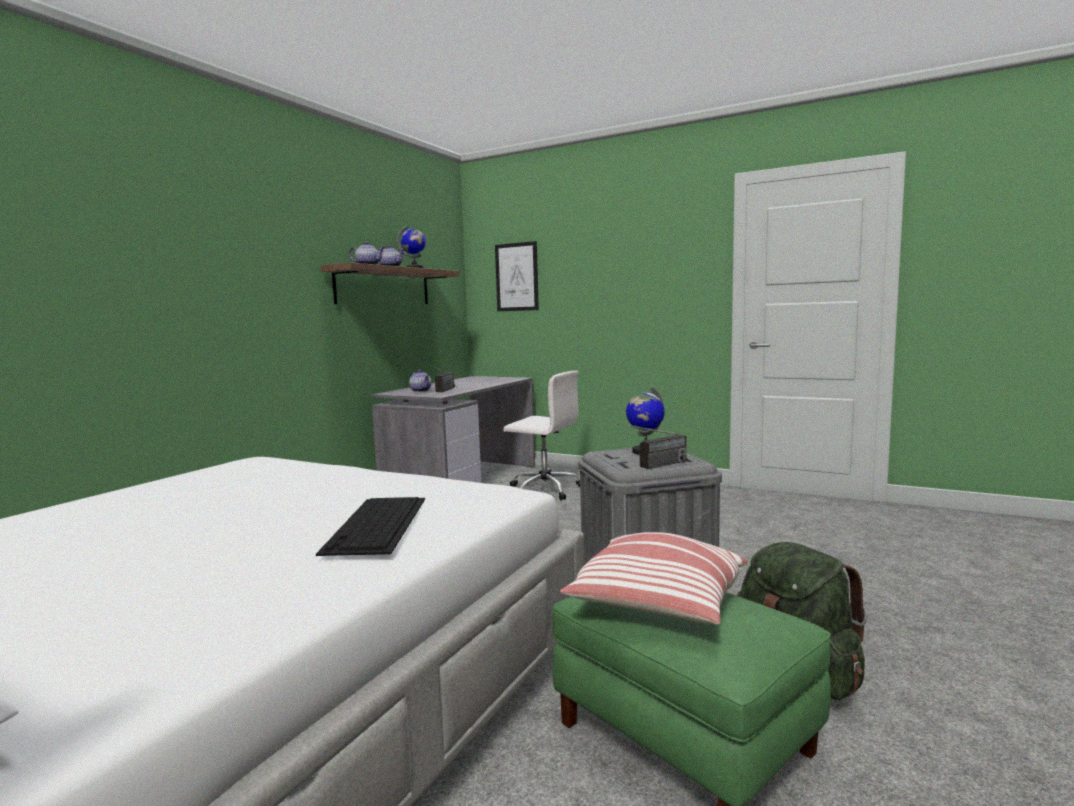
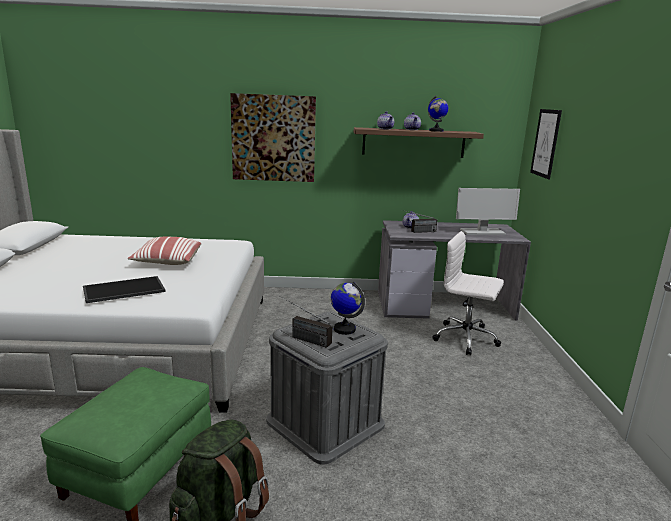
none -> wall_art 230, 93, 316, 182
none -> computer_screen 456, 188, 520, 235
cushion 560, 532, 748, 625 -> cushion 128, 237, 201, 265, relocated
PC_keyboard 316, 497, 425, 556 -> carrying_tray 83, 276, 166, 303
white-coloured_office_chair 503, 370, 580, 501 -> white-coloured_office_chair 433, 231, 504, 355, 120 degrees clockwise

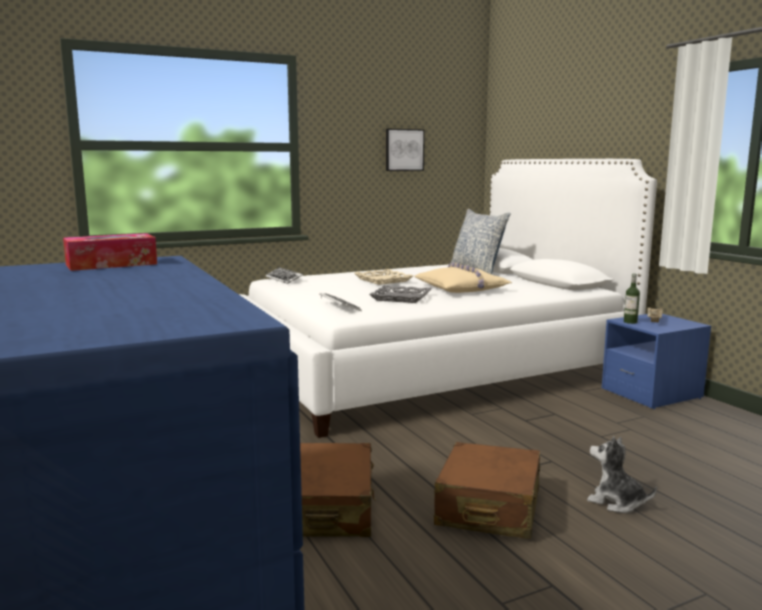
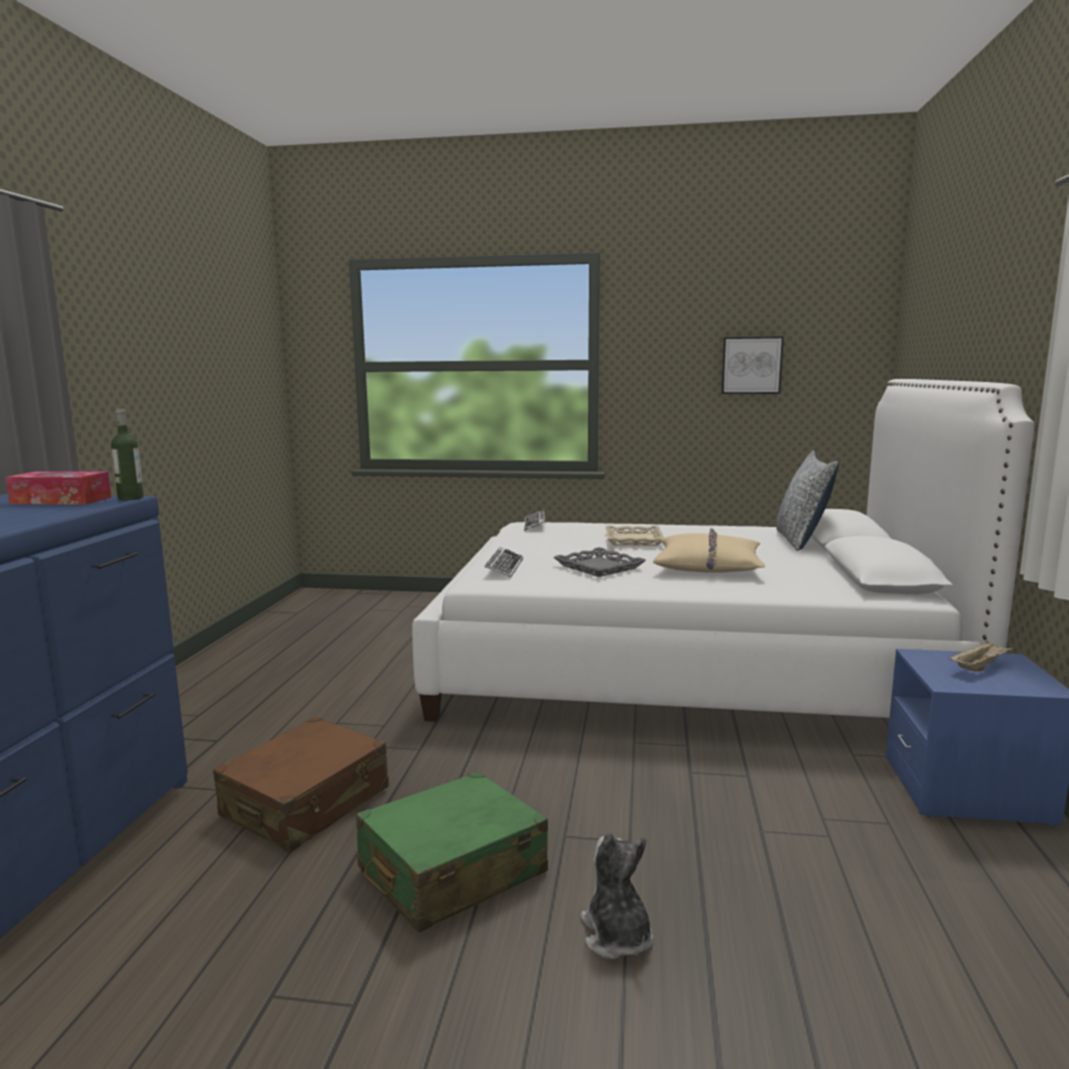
bottle 624, 273, 640, 324 -> bottle 111, 409, 144, 500, relocated
brown-coloured_travel_case 434, 442, 540, 539 -> greenish_travel_case 356, 771, 548, 933

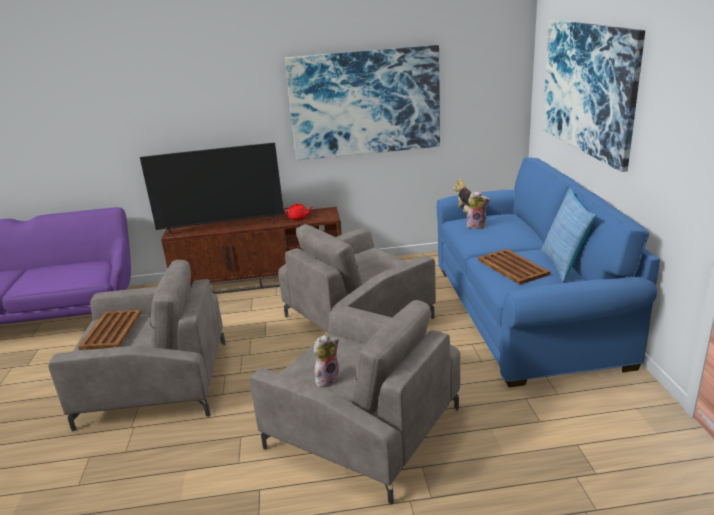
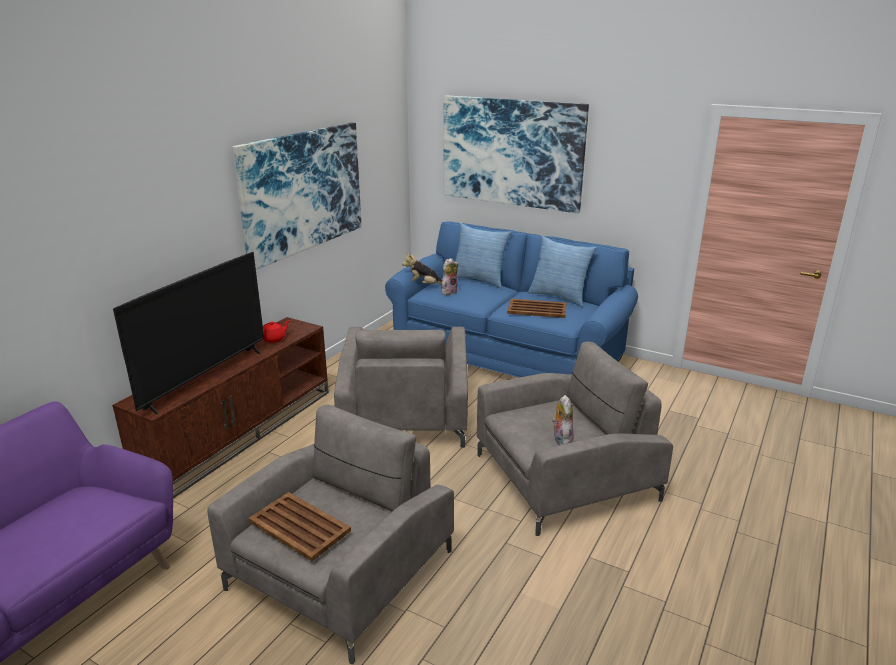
none -> cushion 455, 223, 512, 288

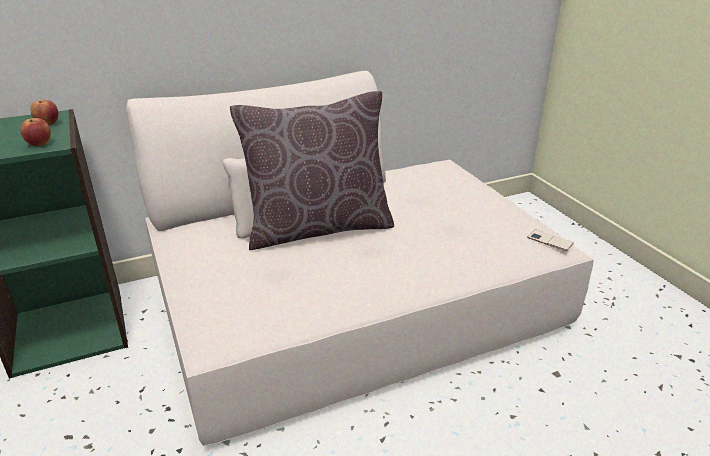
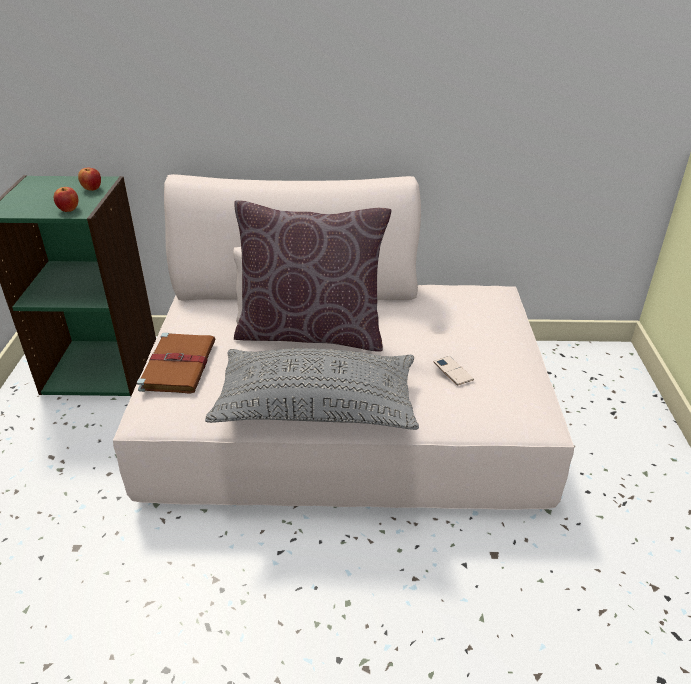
none -> brown-coloured_bound_book 137, 333, 215, 394
none -> greyish_cushion 205, 348, 419, 430
phone 527, 229, 574, 251 -> phone 433, 356, 474, 386, relocated

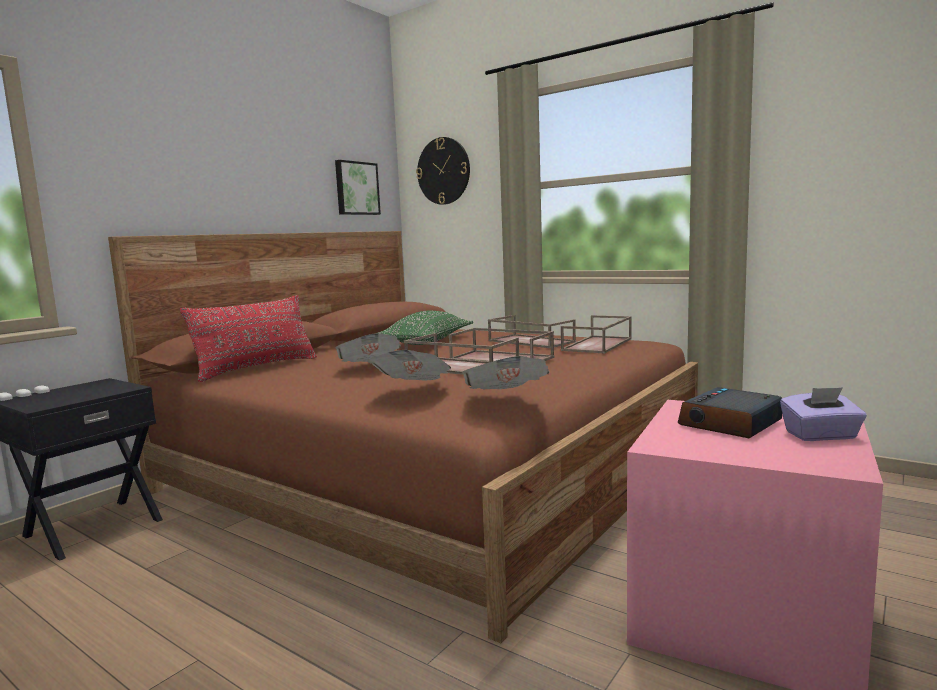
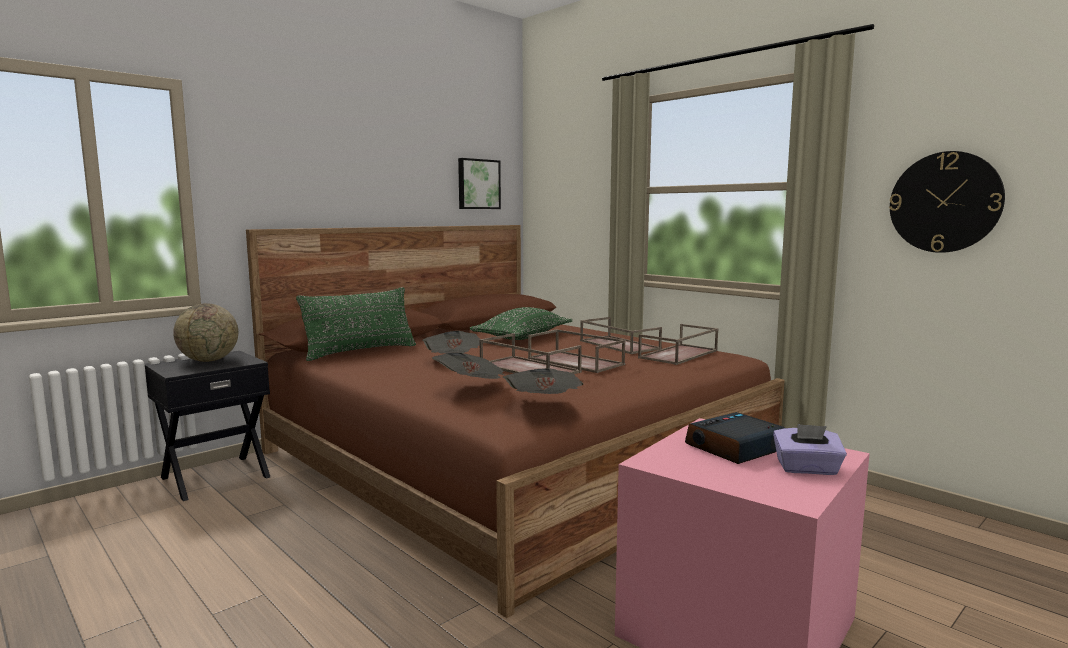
none -> desk_globe 173, 303, 238, 362
hanging_clock 416, 137, 470, 205 -> hanging_clock 889, 151, 1005, 253, relocated
red-coloured_cushion 180, 295, 317, 382 -> greenish_cushion 296, 287, 416, 361

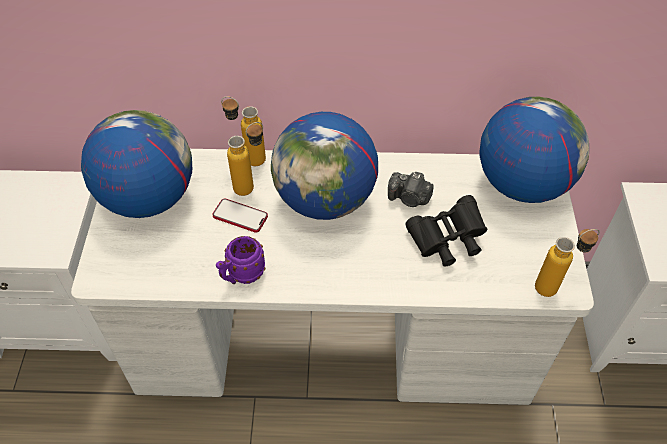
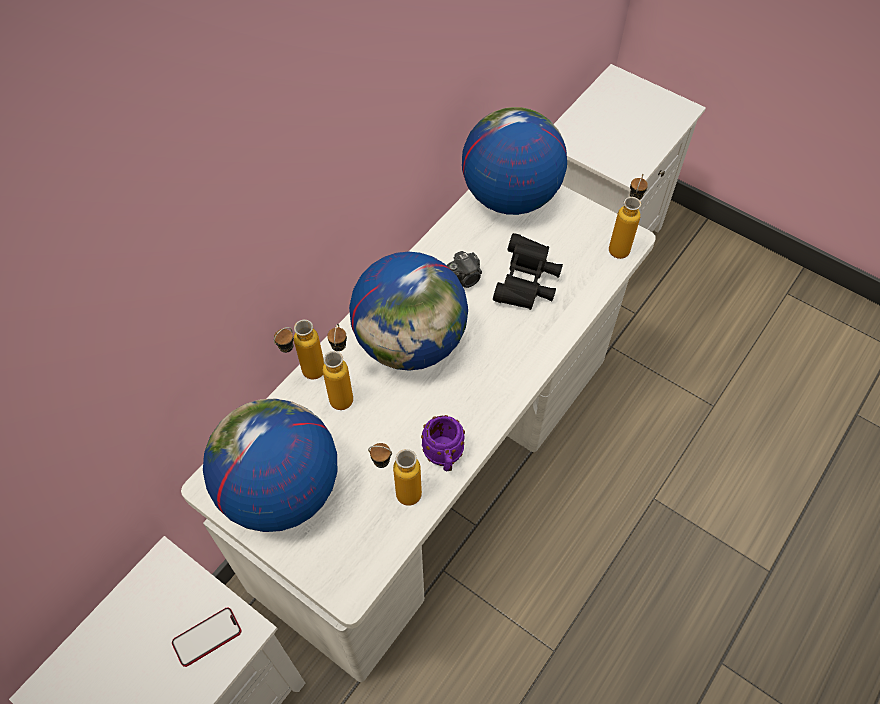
none -> bottle 368, 443, 422, 506
phone 212, 199, 268, 233 -> phone 172, 608, 241, 667, relocated

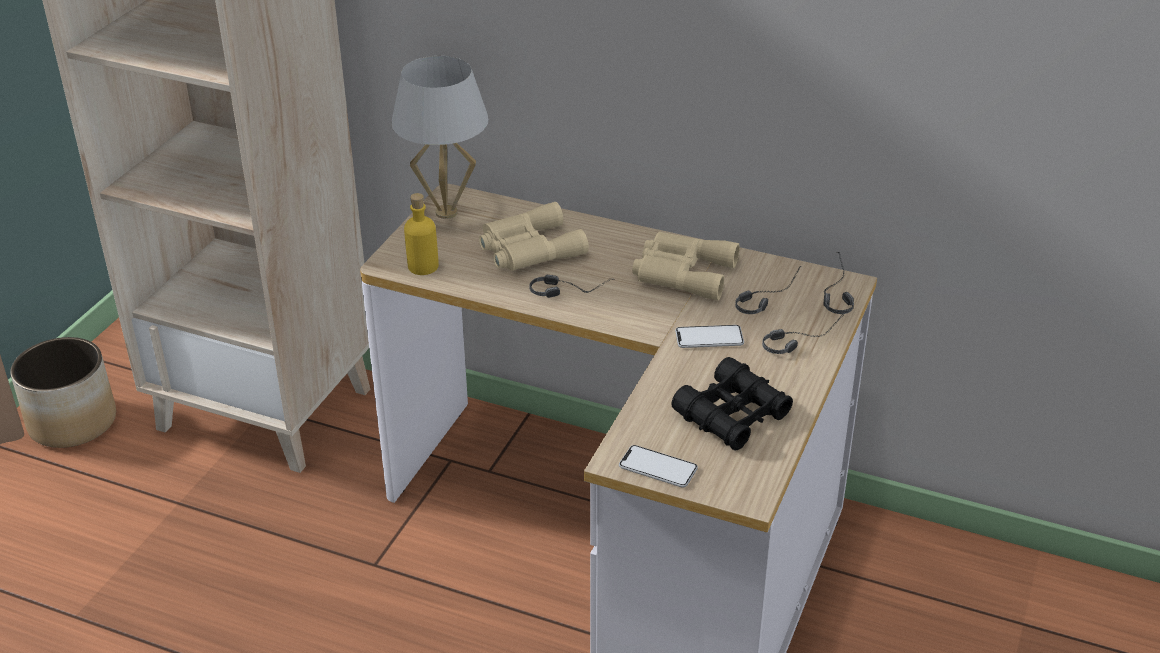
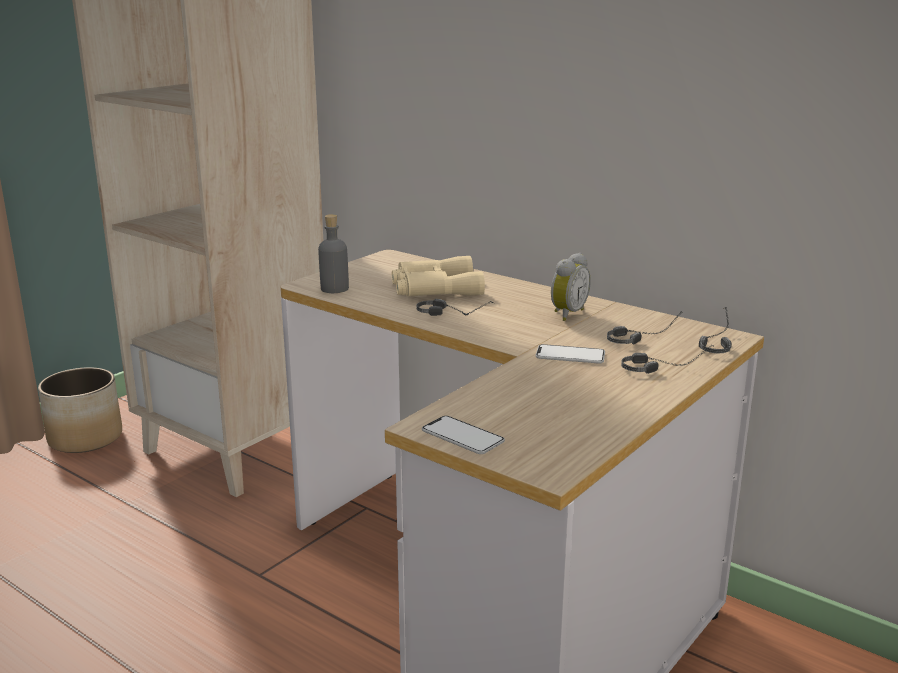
white-coloured_tabletop_lamp 391, 56, 489, 219 -> none
black-coloured_binoculars 671, 357, 793, 450 -> none
beige-coloured_binoculars 632, 232, 740, 300 -> bedside_clock 551, 253, 591, 321
yellow_bottle 404, 193, 439, 275 -> greyish_bottle 318, 214, 349, 293

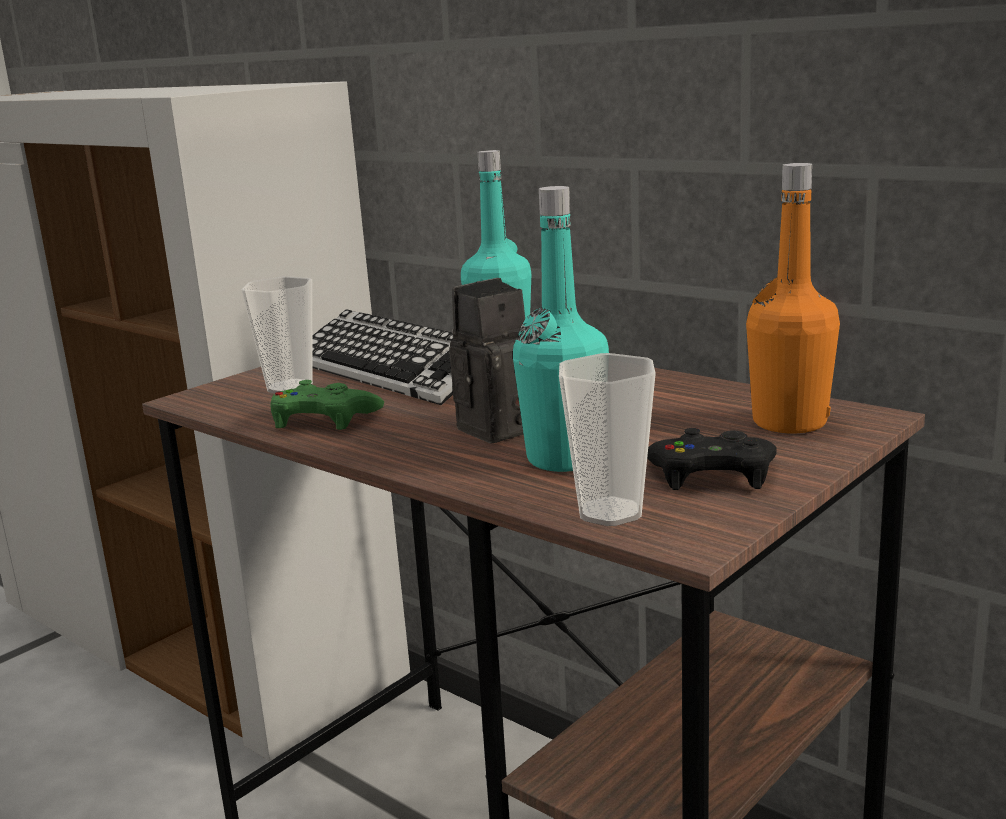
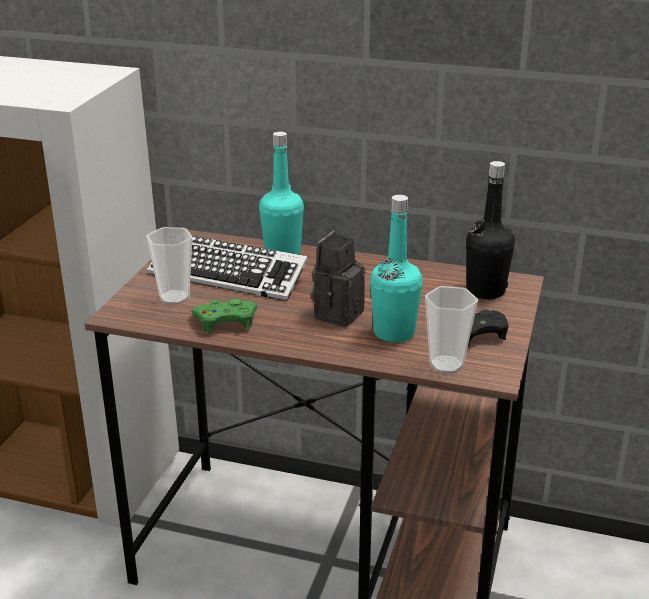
orange-coloured_bottle 746, 163, 840, 433 -> black-coloured_bottle 466, 161, 515, 299

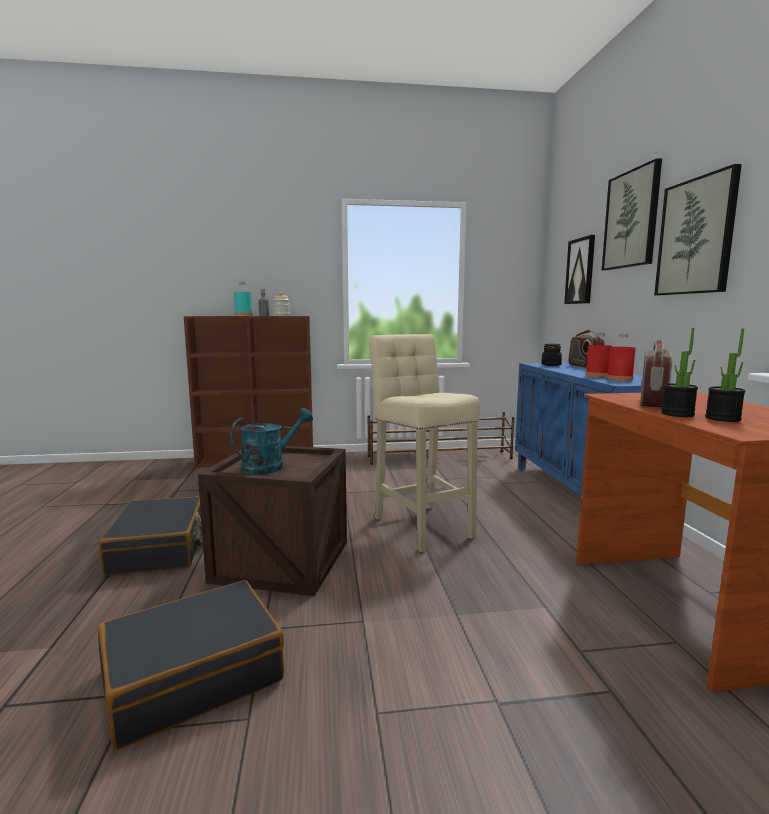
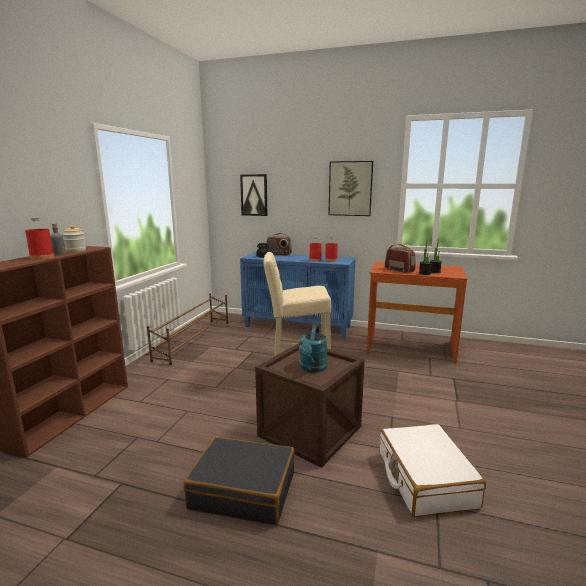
wall_art 602, 158, 662, 271 -> none
black-coloured_travel_case 98, 580, 284, 750 -> white-coloured_travel_case 380, 424, 486, 517
turquoise_bottle 234, 282, 253, 316 -> red-coloured_bottle 25, 217, 54, 260
turquoise_watering_pot 230, 408, 313, 475 -> turquoise_watering_pot 299, 325, 327, 373, 150 degrees counterclockwise

